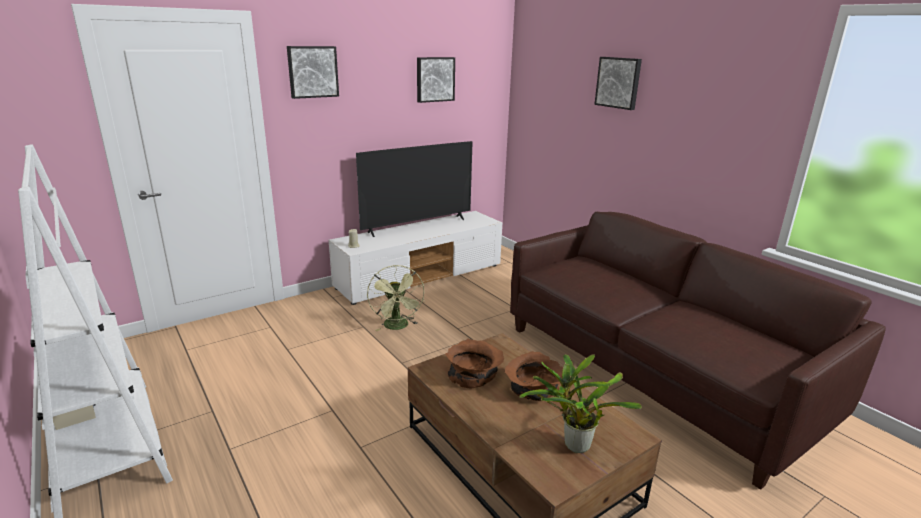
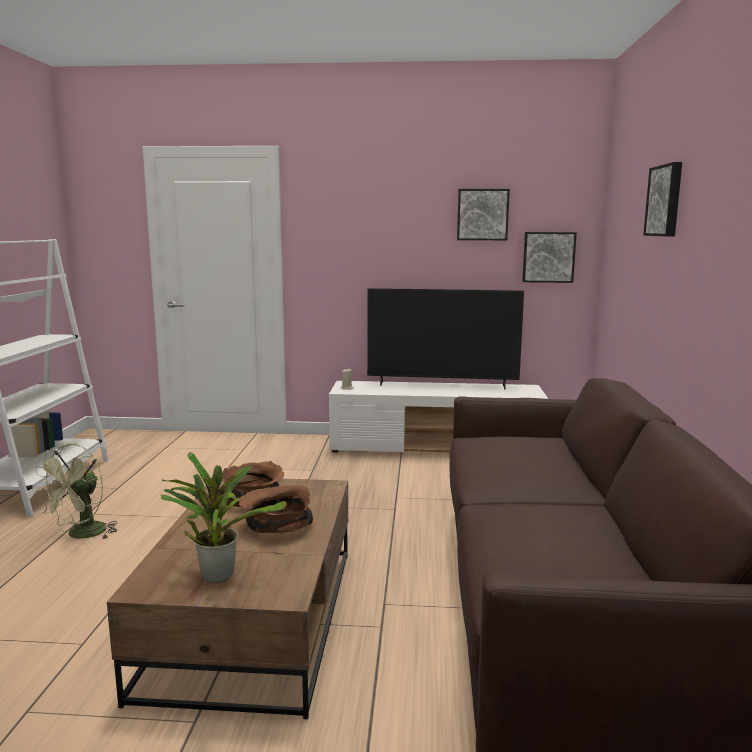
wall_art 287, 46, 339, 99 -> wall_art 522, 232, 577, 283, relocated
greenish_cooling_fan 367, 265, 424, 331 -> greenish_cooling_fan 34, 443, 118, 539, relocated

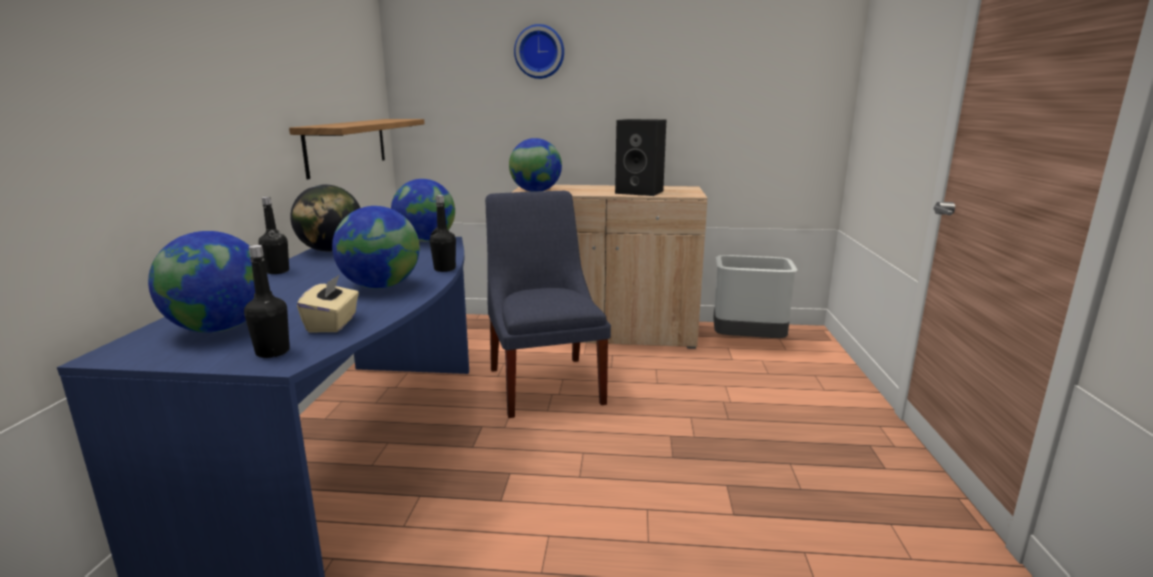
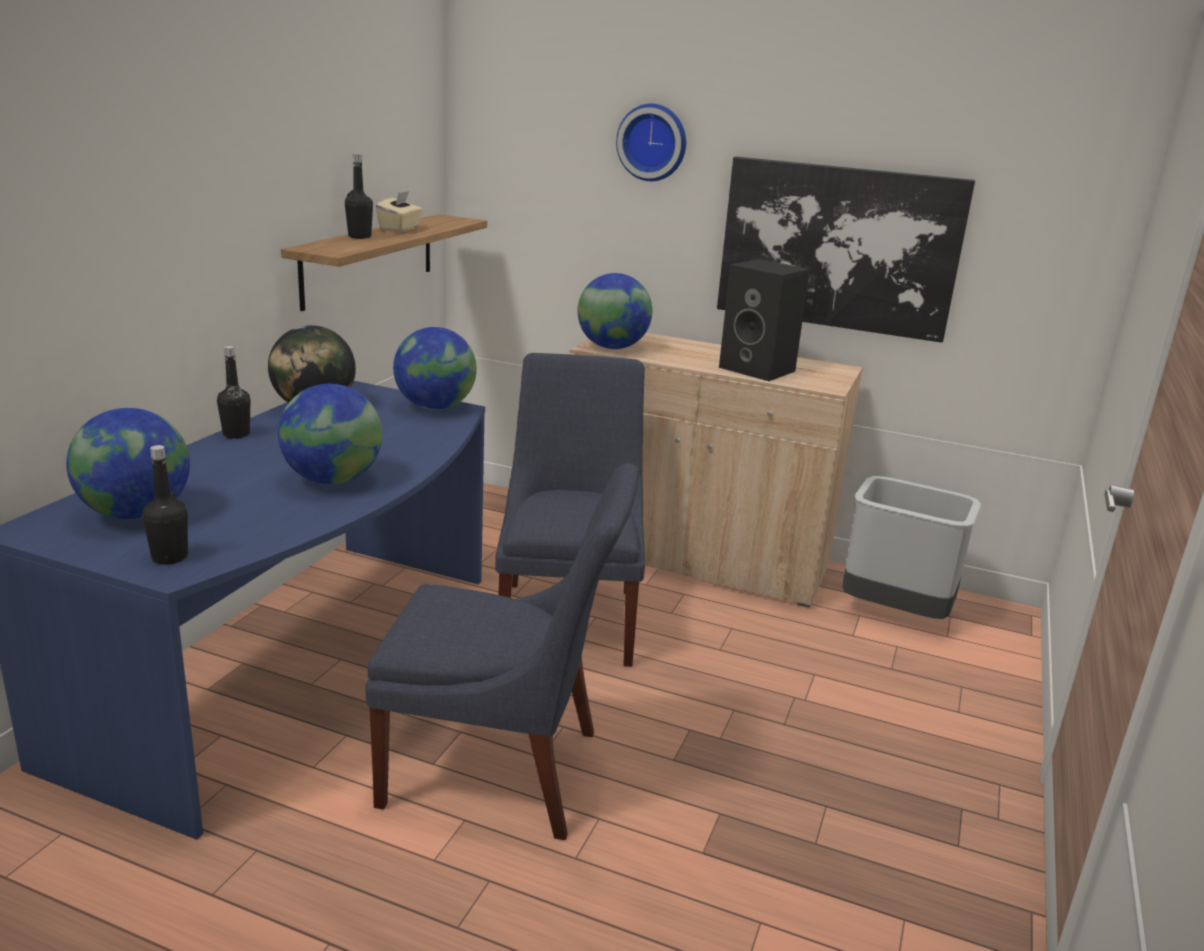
none -> blue-coloured_upright_chair 365, 463, 639, 840
none -> wall_art 717, 156, 975, 343
beige-coloured_tissue_holder 297, 274, 359, 332 -> beige-coloured_tissue_holder 375, 191, 423, 232, relocated
black-coloured_bottle 430, 195, 456, 272 -> black-coloured_bottle 345, 154, 373, 239, relocated

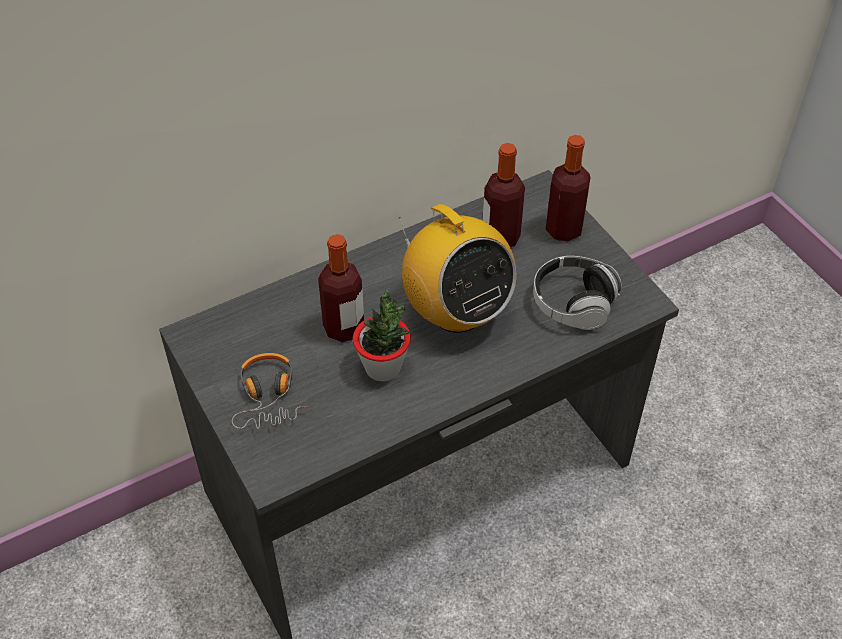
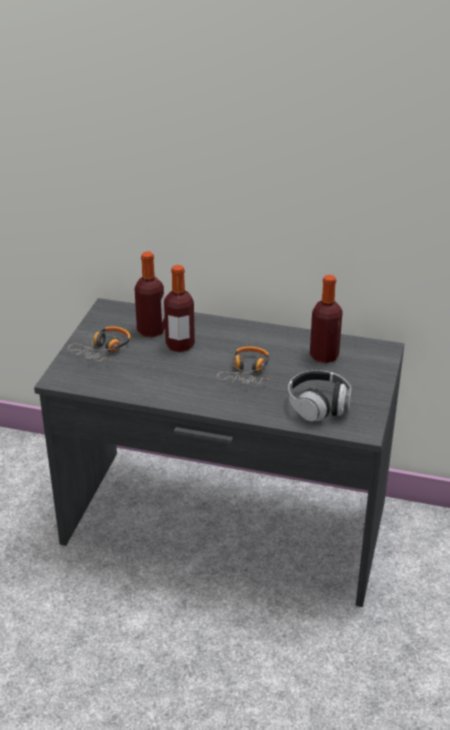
potted_plant 353, 290, 411, 382 -> none
bottle 545, 135, 591, 242 -> bottle 134, 251, 165, 338, relocated
radio_set 399, 204, 516, 333 -> headphones 217, 347, 270, 384

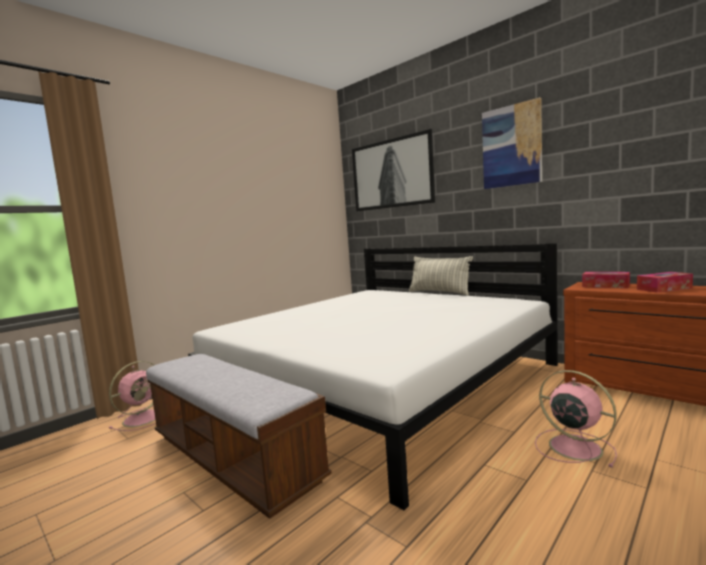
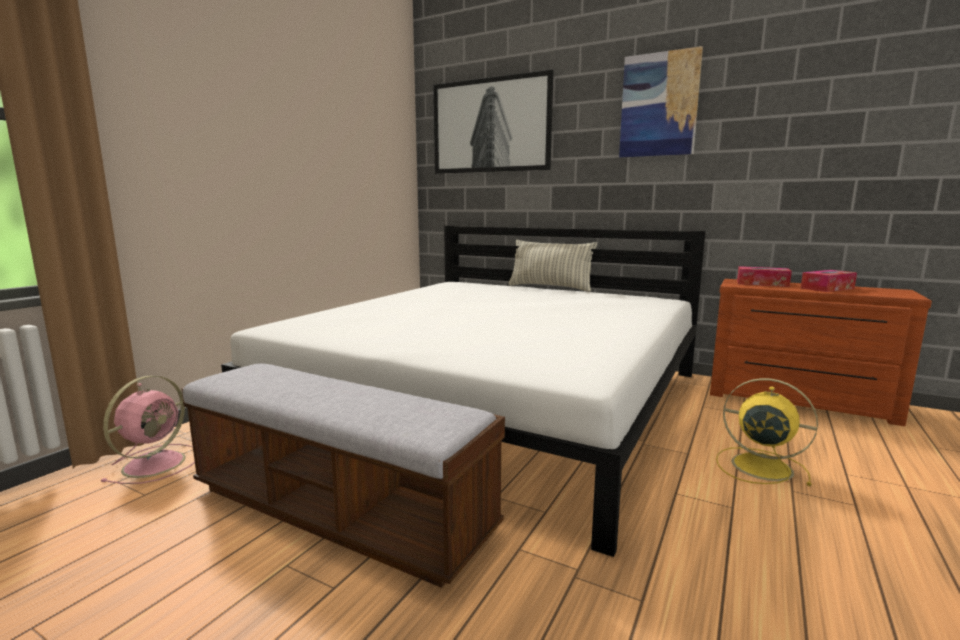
pink-coloured_cooling_fan 535, 370, 617, 468 -> yellow_cooling_fan 716, 378, 818, 486

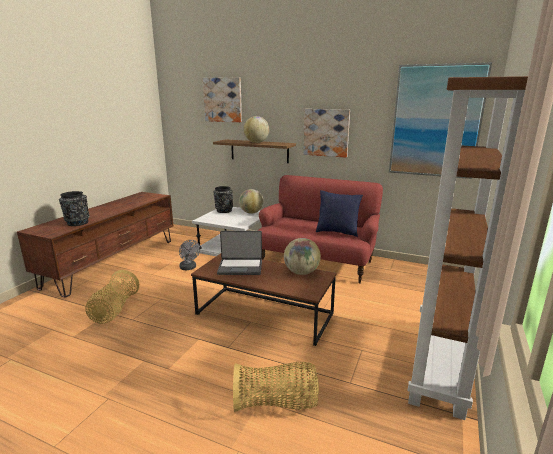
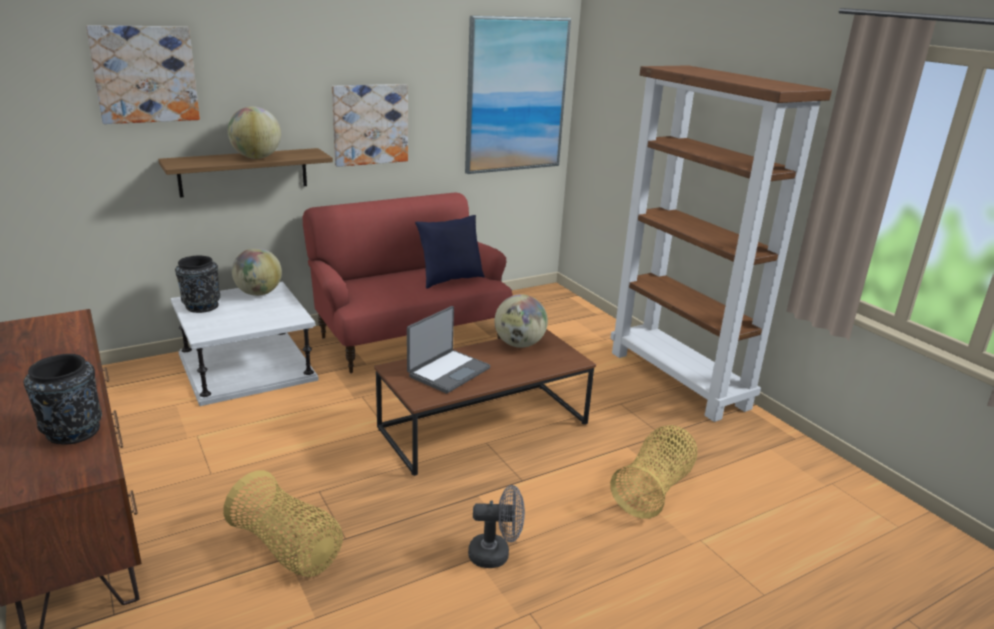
greyish_cooling_fan 179, 240, 200, 270 -> greyish_cooling_fan 468, 485, 525, 568, relocated

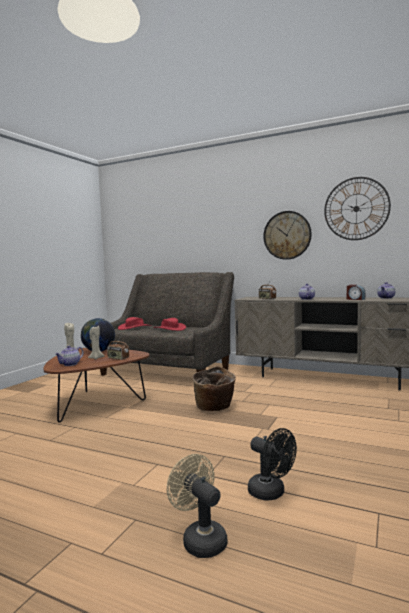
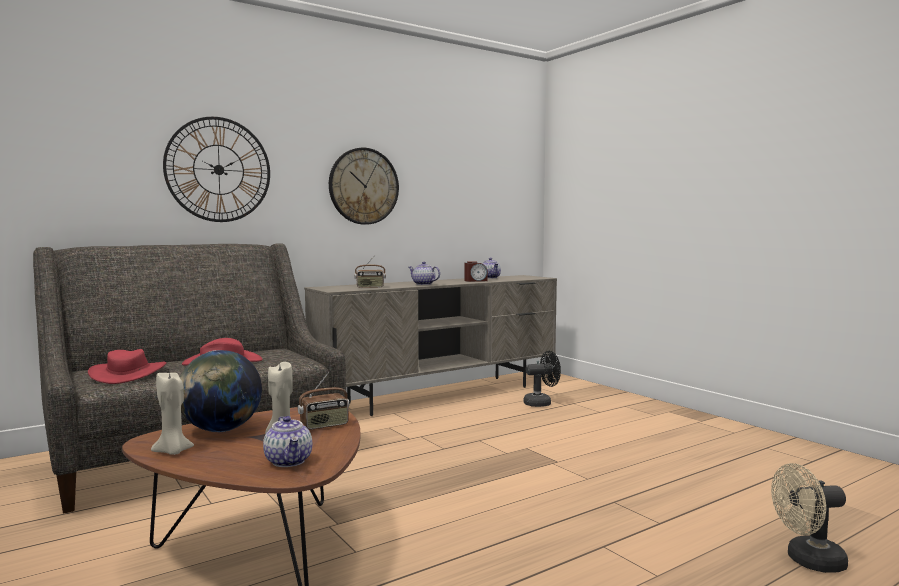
storage_basket 192, 366, 236, 411 -> none
black-coloured_cooling_fan 248, 428, 297, 501 -> black-coloured_cooling_fan 523, 351, 561, 407, relocated
hanging_clock 324, 177, 391, 240 -> hanging_clock 163, 117, 270, 222, relocated

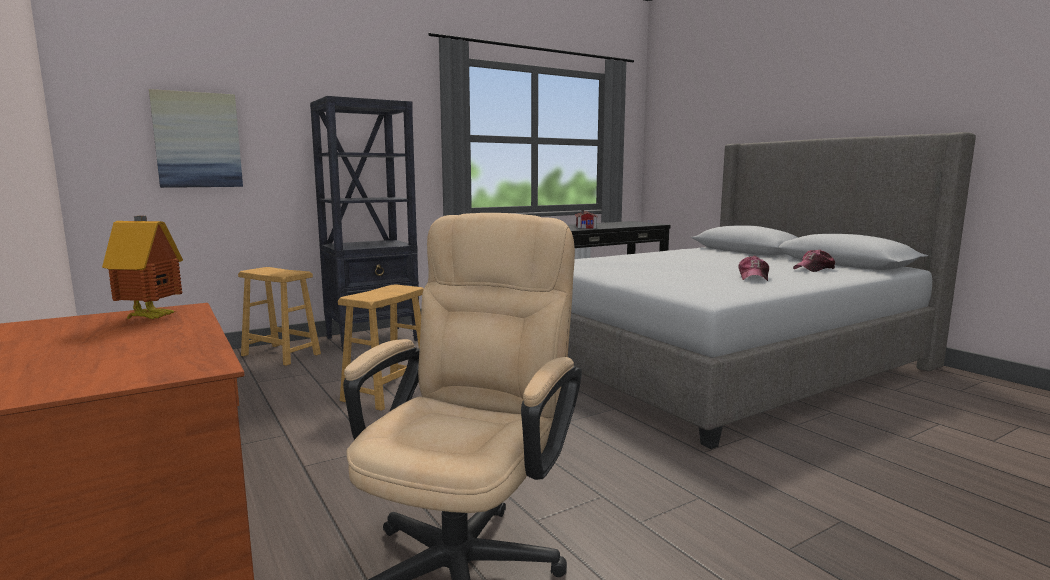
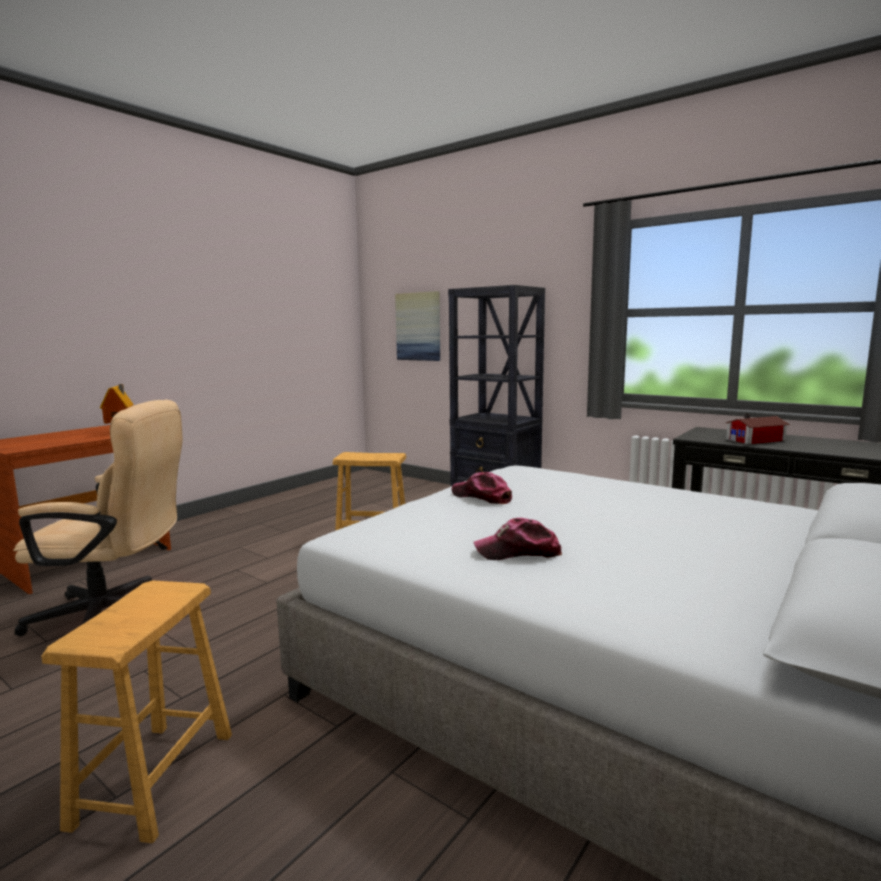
brown-coloured_stool 238, 267, 321, 366 -> brown-coloured_stool 41, 580, 232, 843, relocated
baseball_cap 793, 250, 835, 272 -> baseball_cap 451, 472, 512, 504, relocated

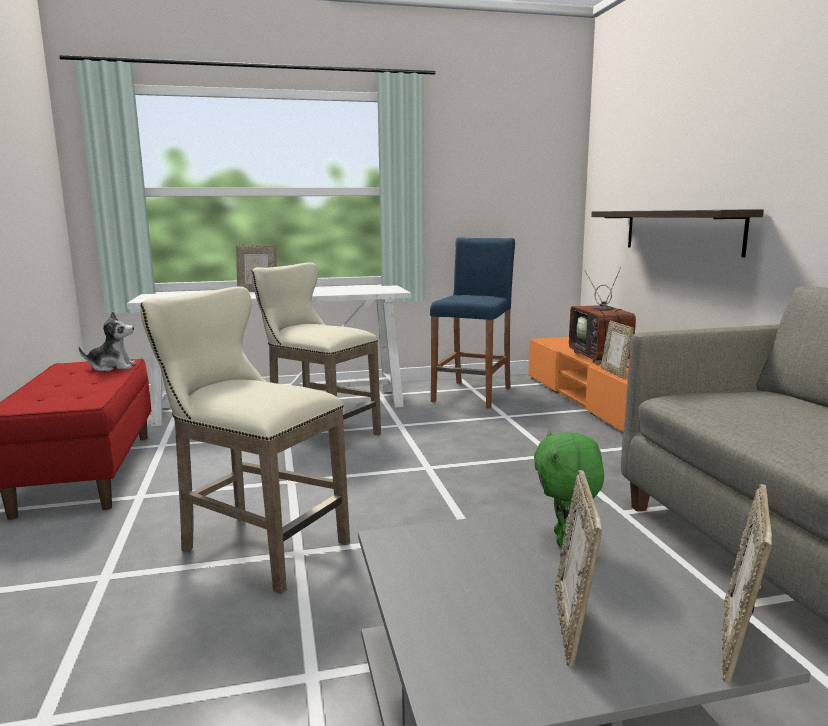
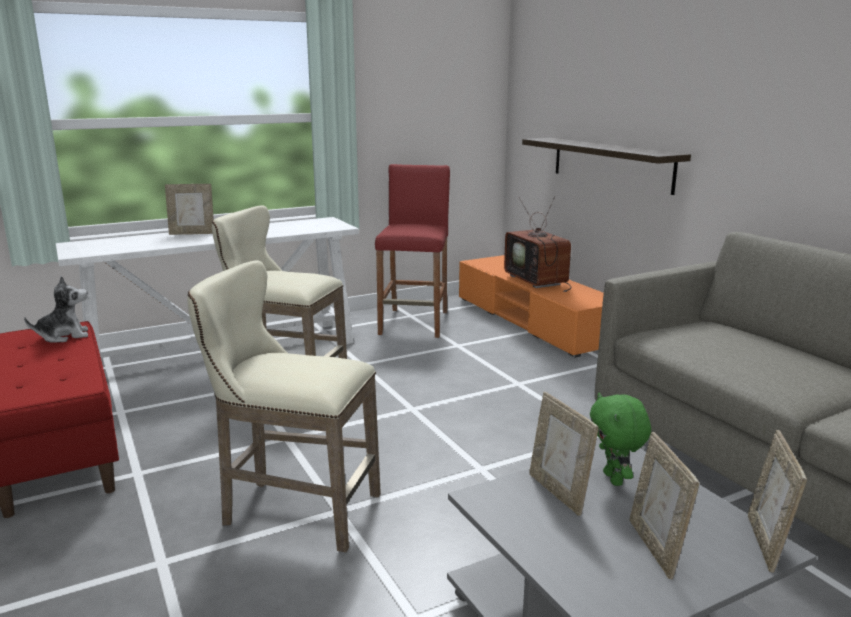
picture_frame 601, 320, 634, 379 -> picture_frame 529, 392, 599, 516, relocated
blue-coloured_stool 430, 237, 515, 409 -> red-coloured_stool 375, 164, 450, 338

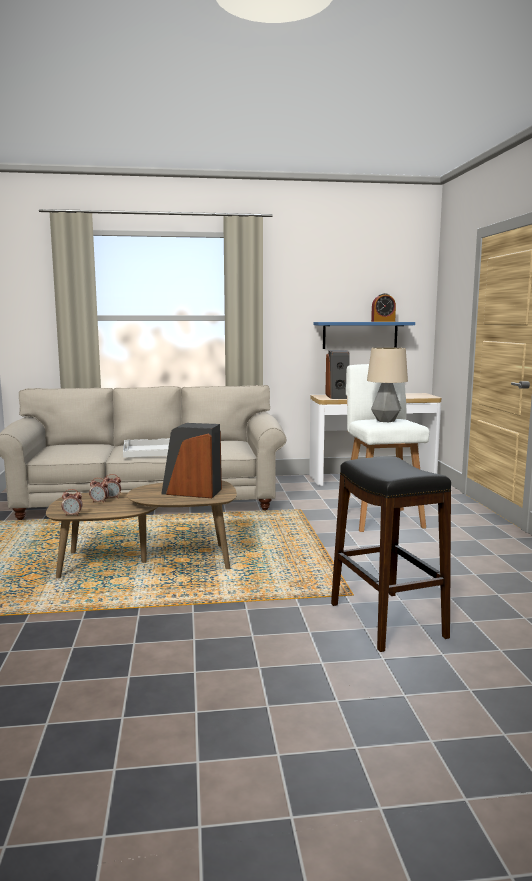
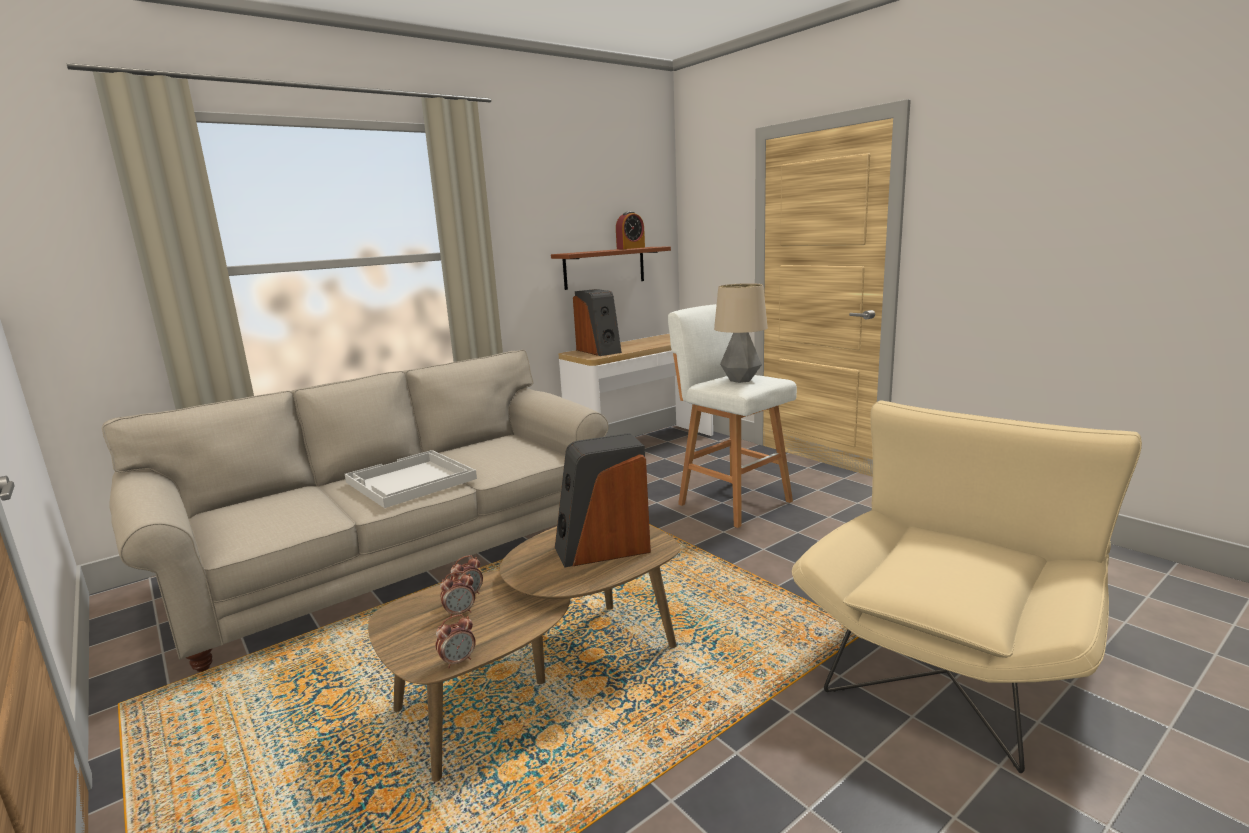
black-coloured_stool 331, 457, 451, 652 -> beige-coloured_lounge_chair 792, 400, 1142, 773
blue-coloured_wall_shelf 313, 322, 415, 349 -> brown-coloured_wall_shelf 551, 247, 671, 290

